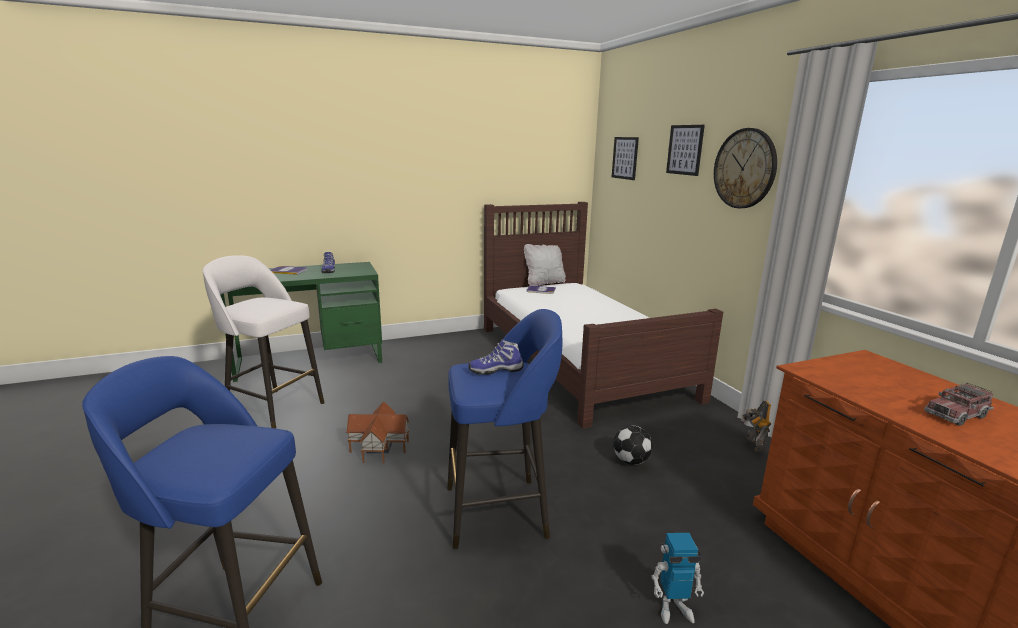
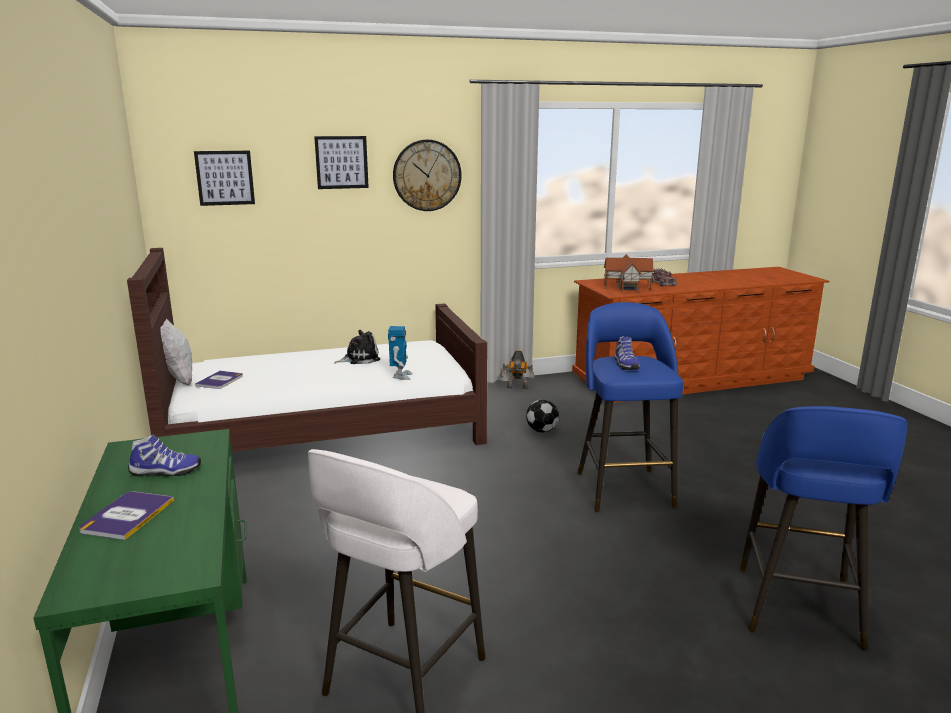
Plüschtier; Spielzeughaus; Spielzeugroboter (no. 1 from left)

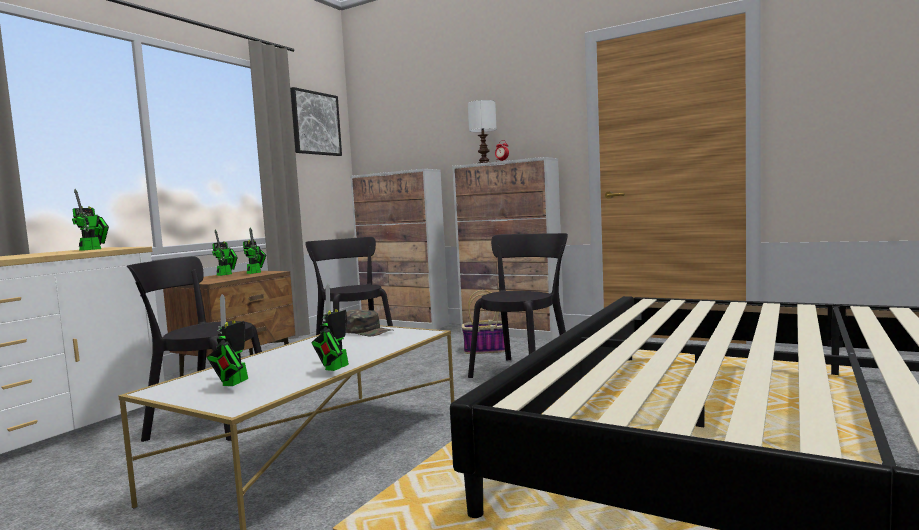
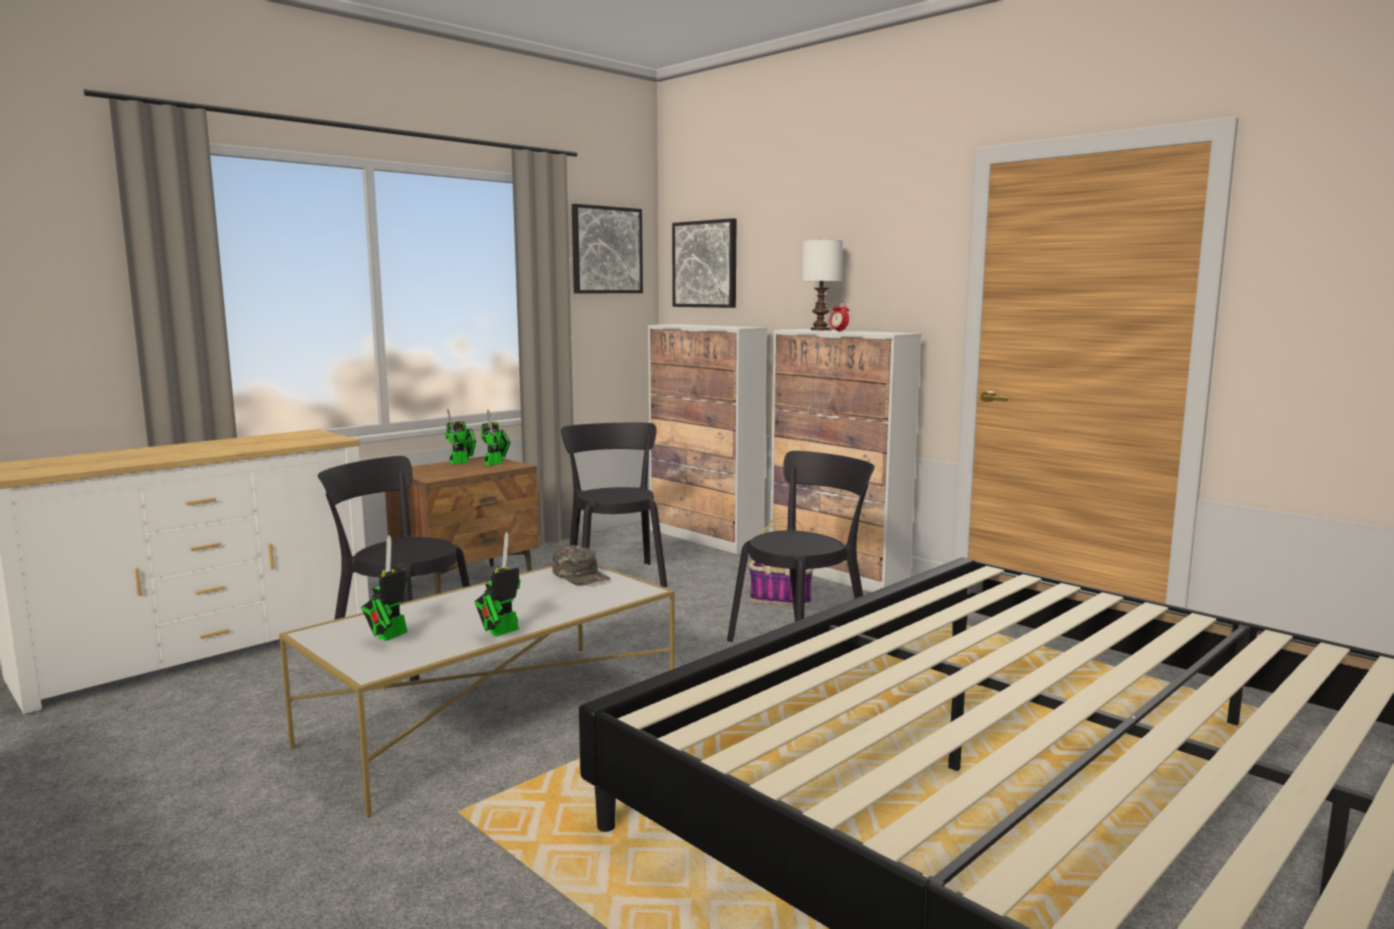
Spielzeugroboter (no. 1 from left in the first image); Bild (no. 2 from left)

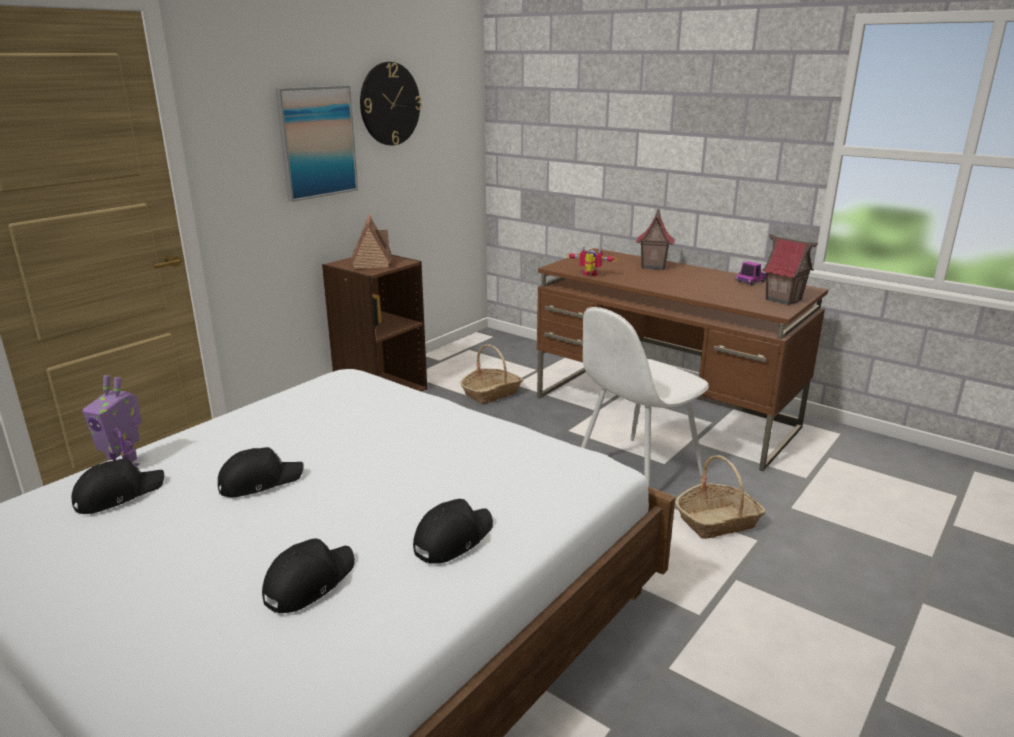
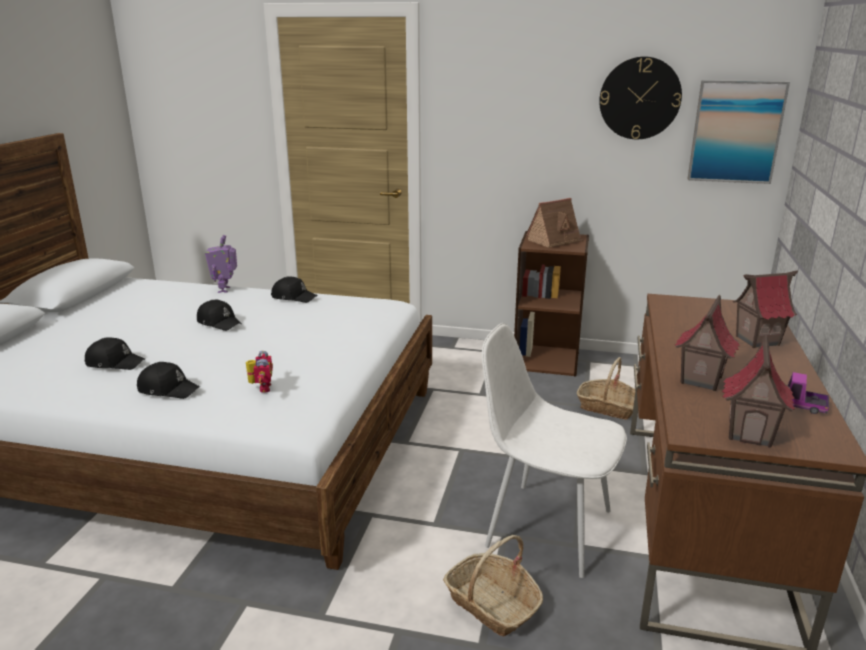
Spielzeughaus (no. 2 from left); Kappe (schwarz) (no. 4 from left); Bild; Spielzeugroboter (no. 2 from left)

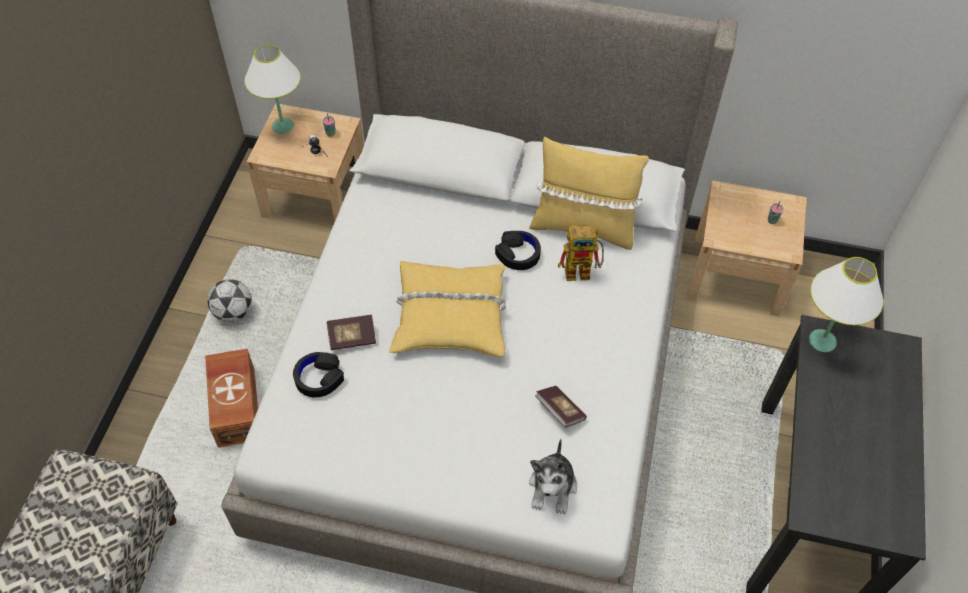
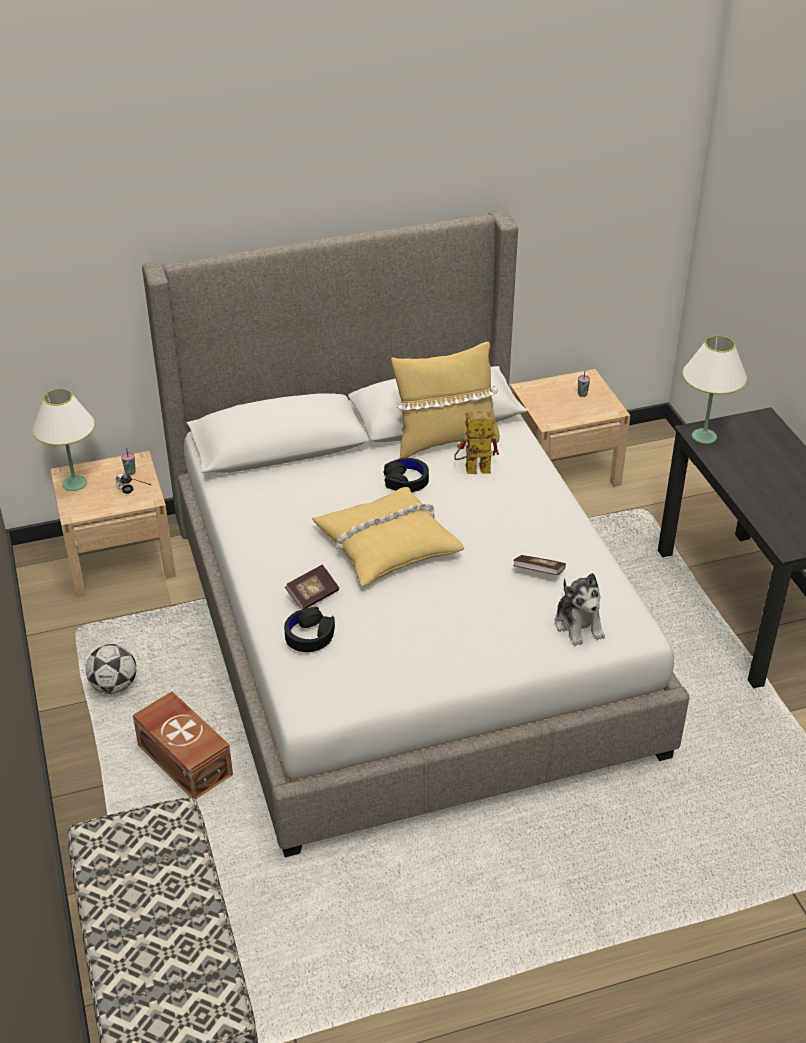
Spielzeugroboter

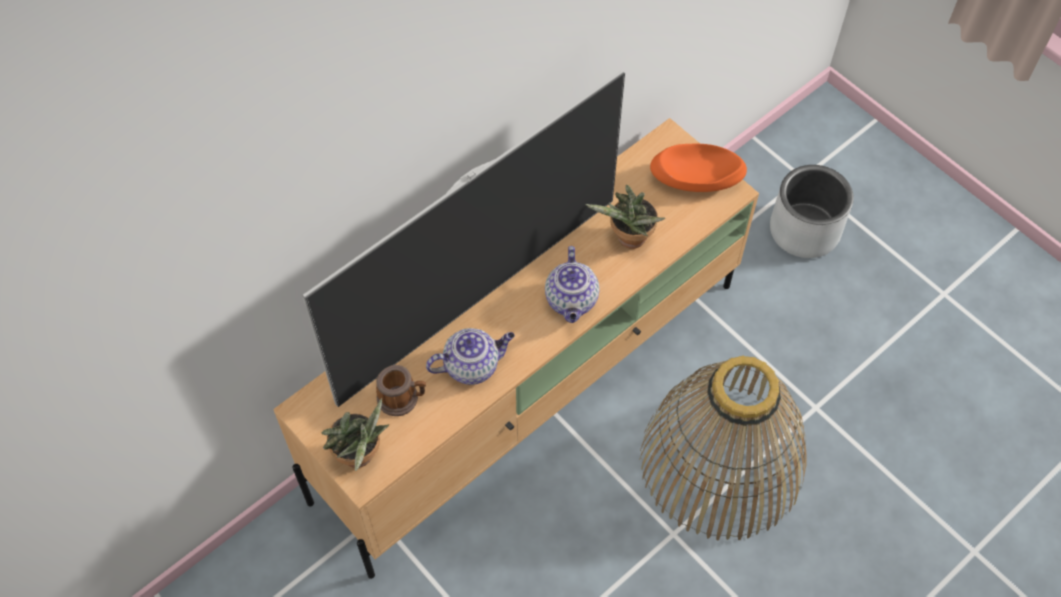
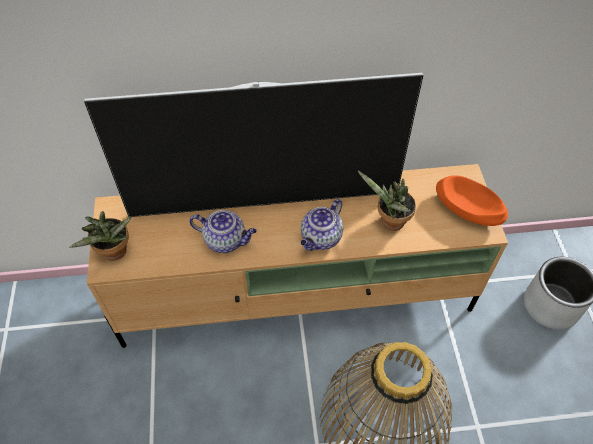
Henkelbecher

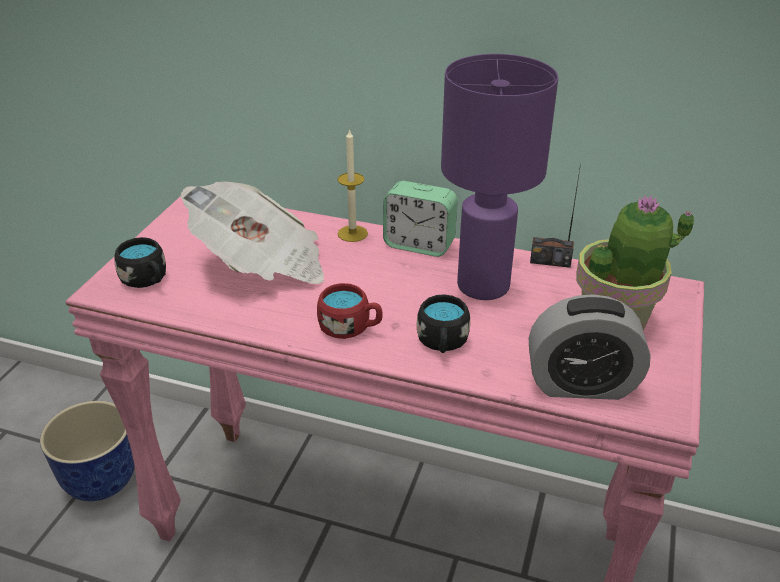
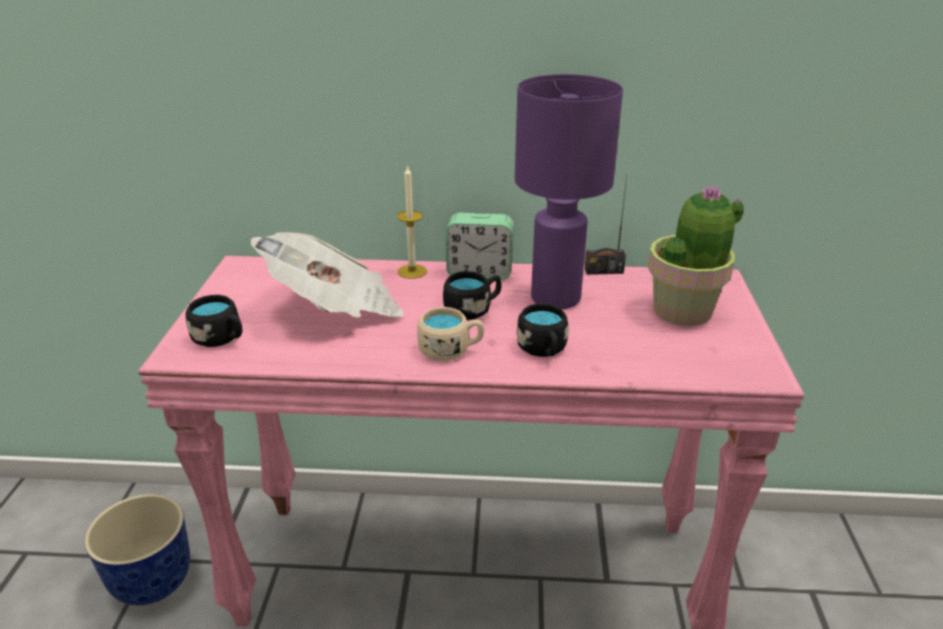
Wecker (no. 2 from left in the first image); Henkelbecher (schwarz) (no. 2 from left); Henkelbecher (beige)

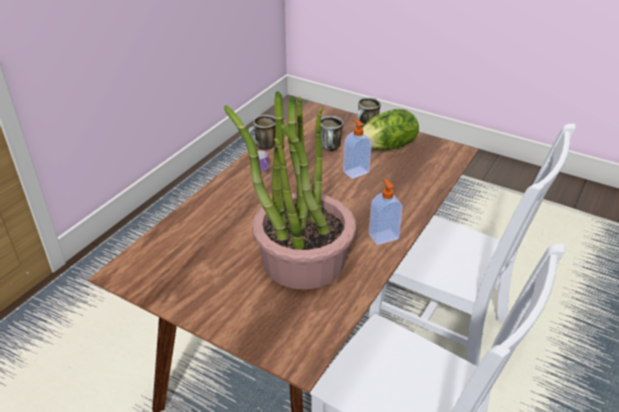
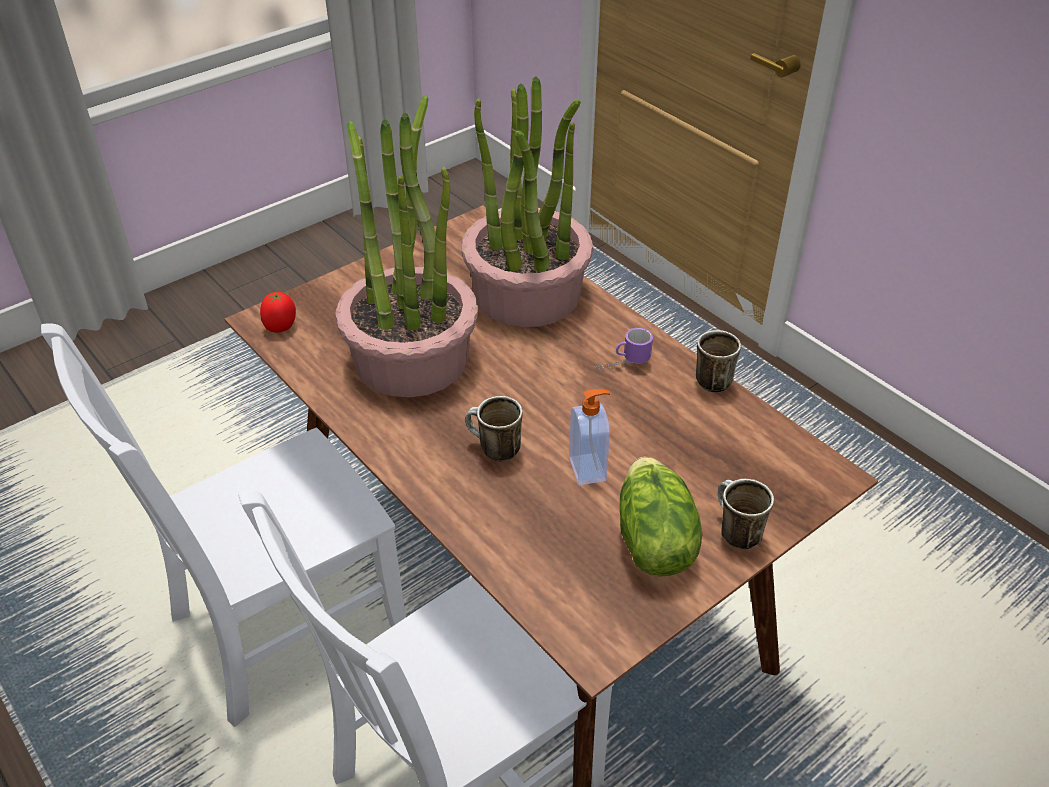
Seifenspender (no. 2 from left in the first image); Tomate; Topfpflanze (no. 2 from left); Henkelbecher (no. 1 from left)

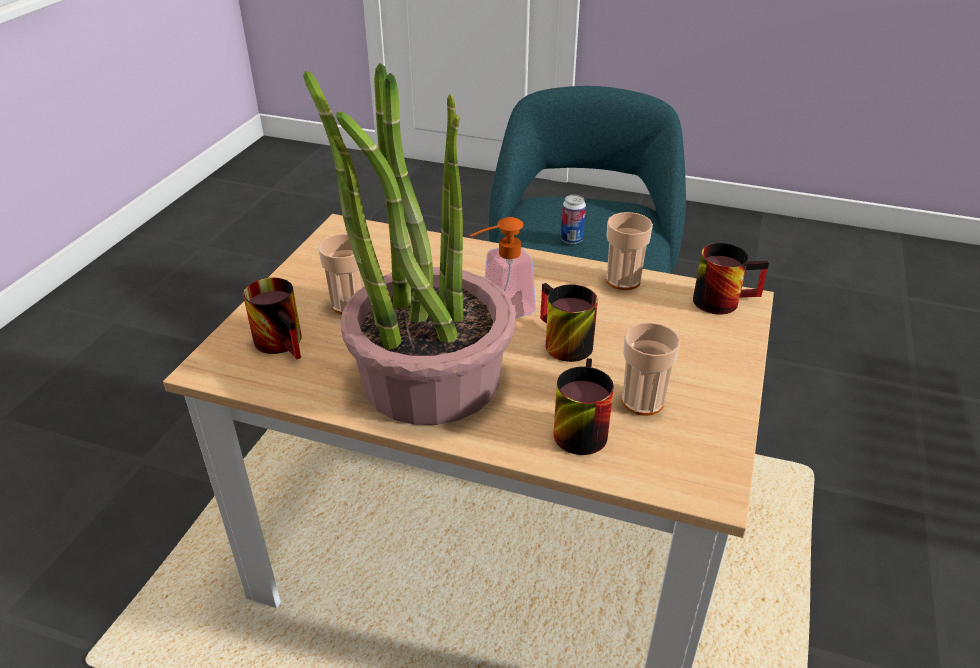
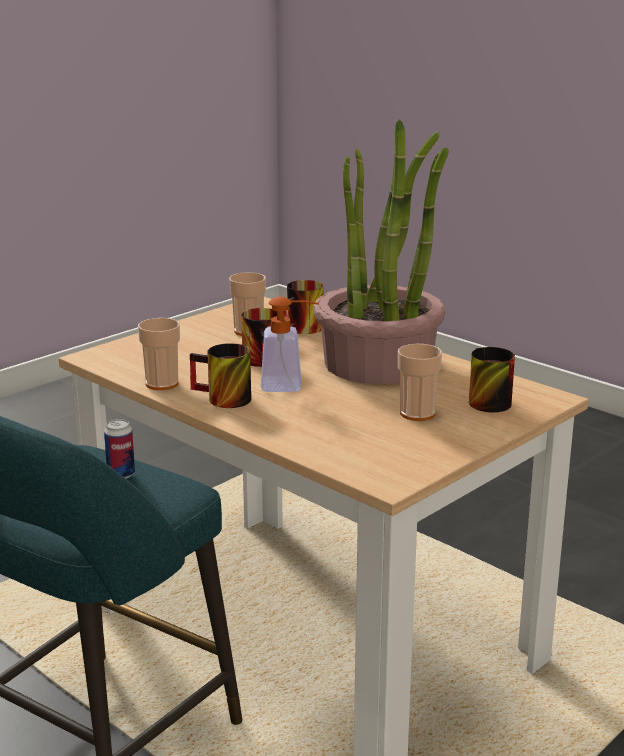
Henkelbecher (no. 1 from left)

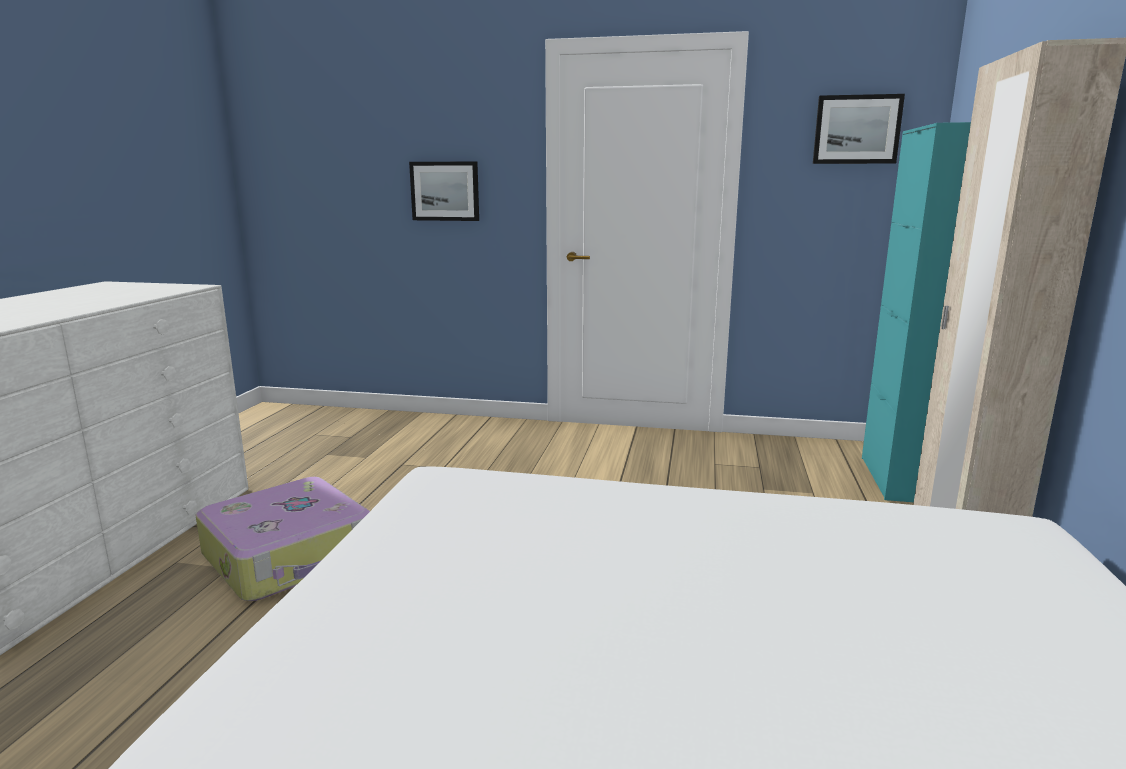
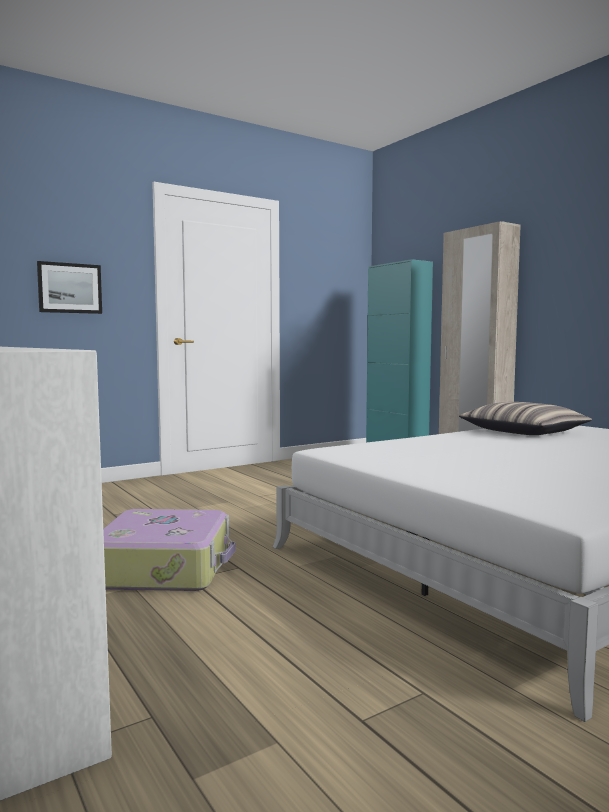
Bild (no. 2 from left in the first image); Kissen

